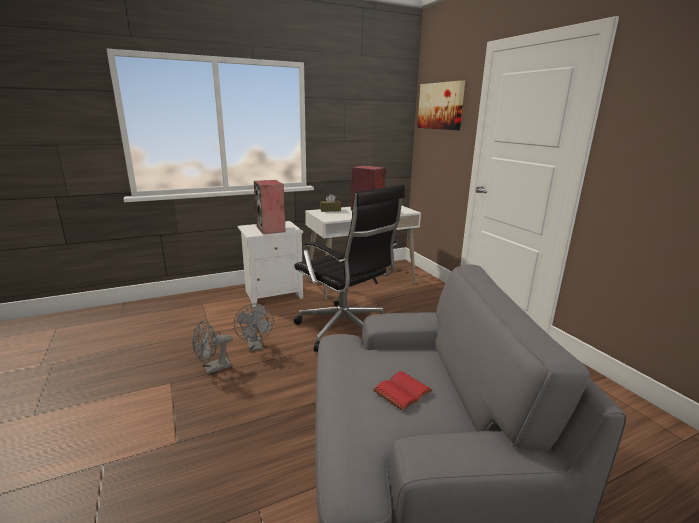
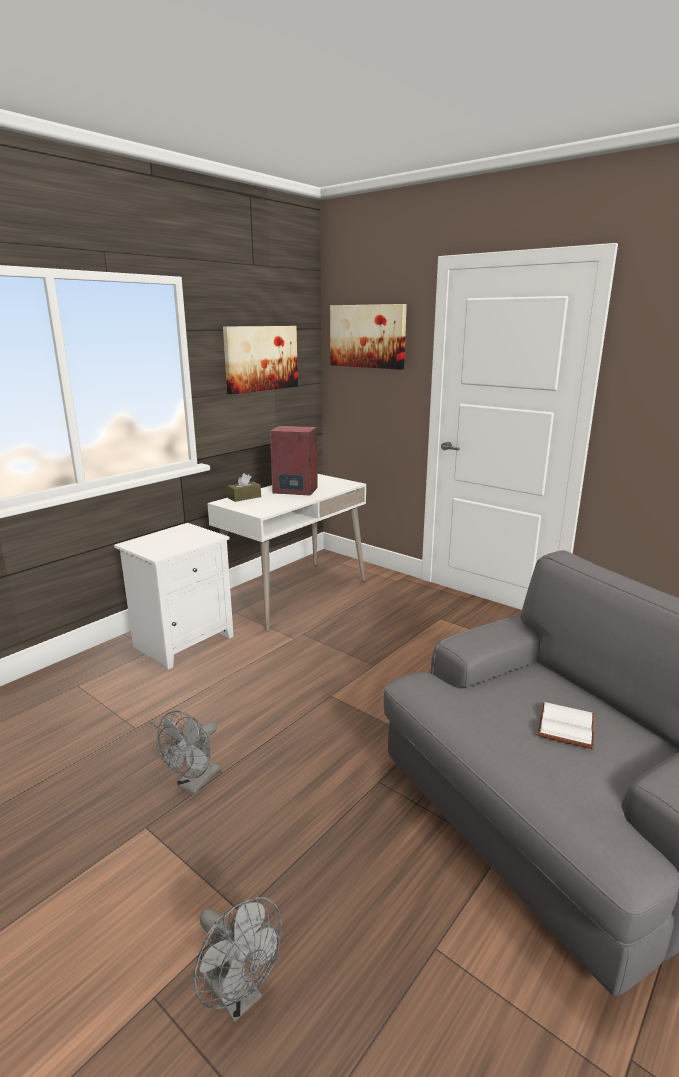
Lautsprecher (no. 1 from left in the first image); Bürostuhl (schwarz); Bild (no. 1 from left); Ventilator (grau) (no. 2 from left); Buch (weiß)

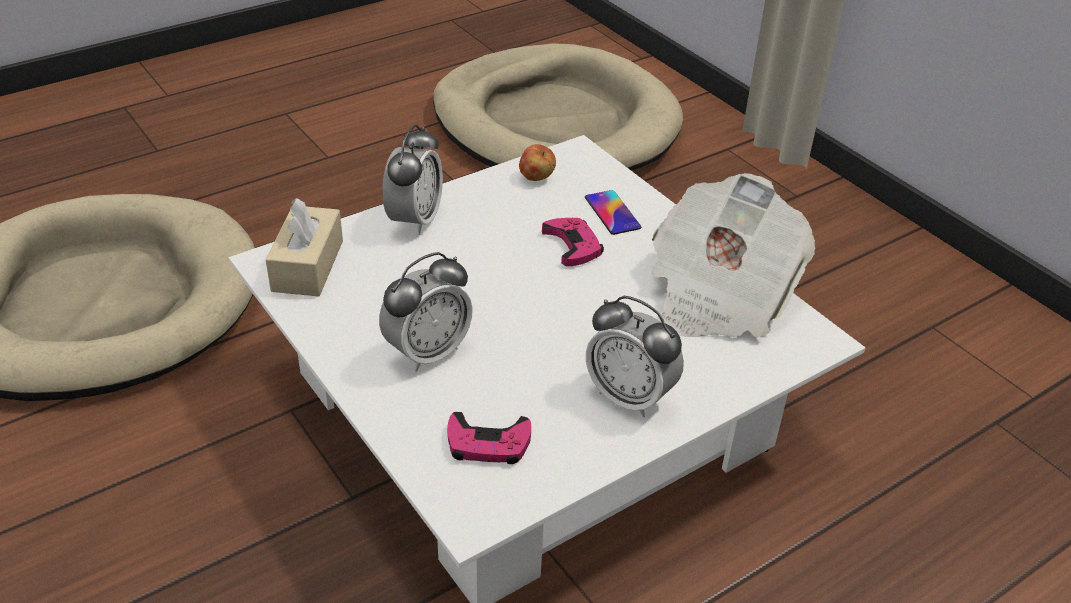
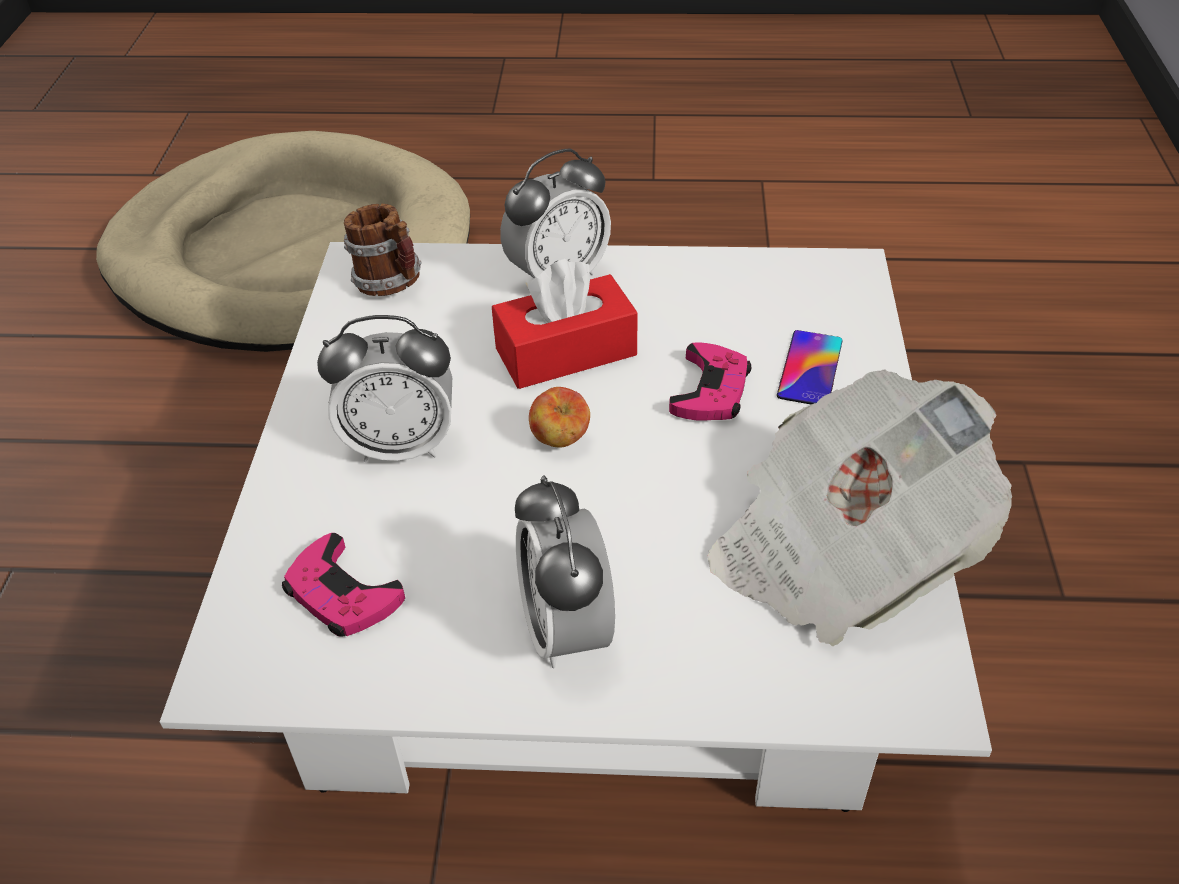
Hundebett (beige) (no. 2 from left in the first image); Taschentuchbox (rot); Apfel; Henkelbecher

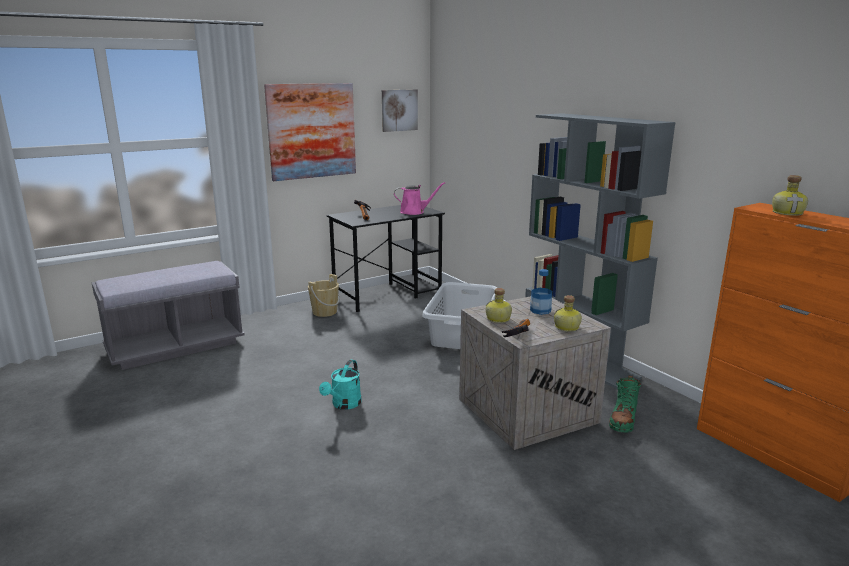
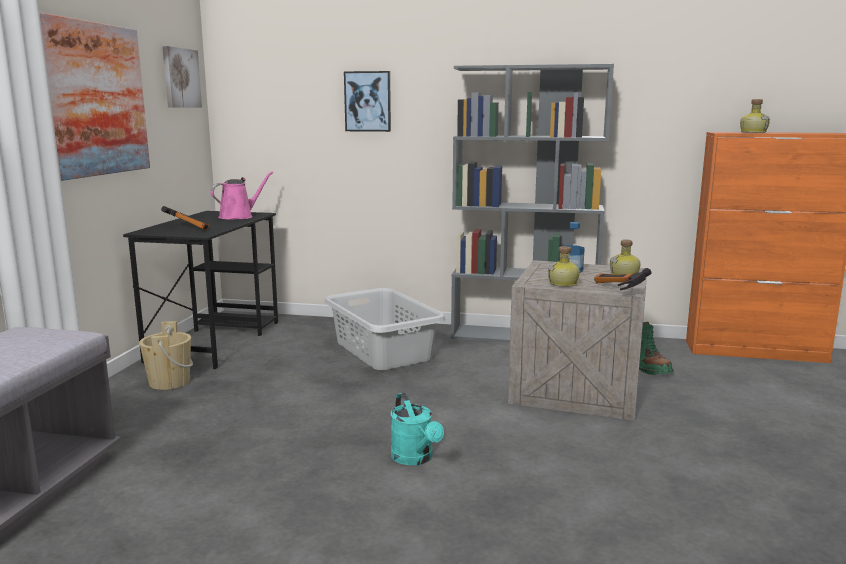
Bild (no. 3 from left)

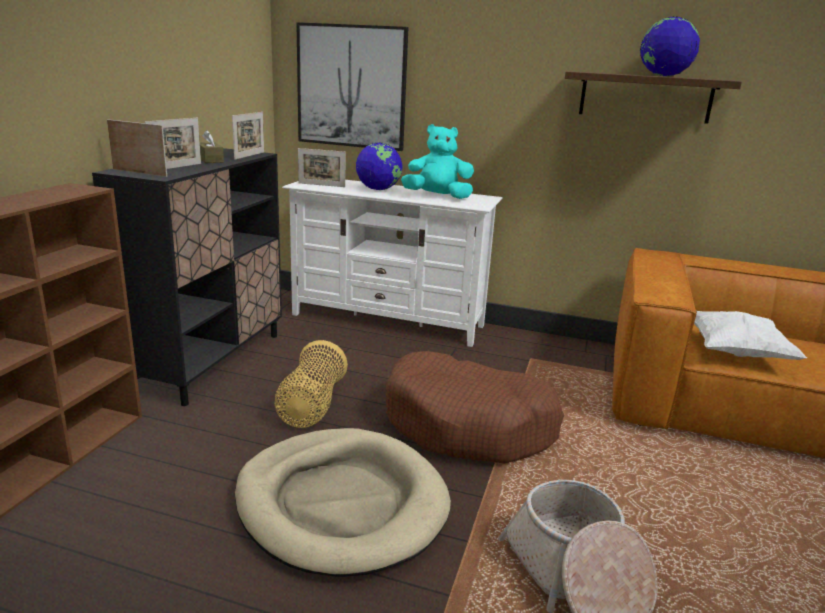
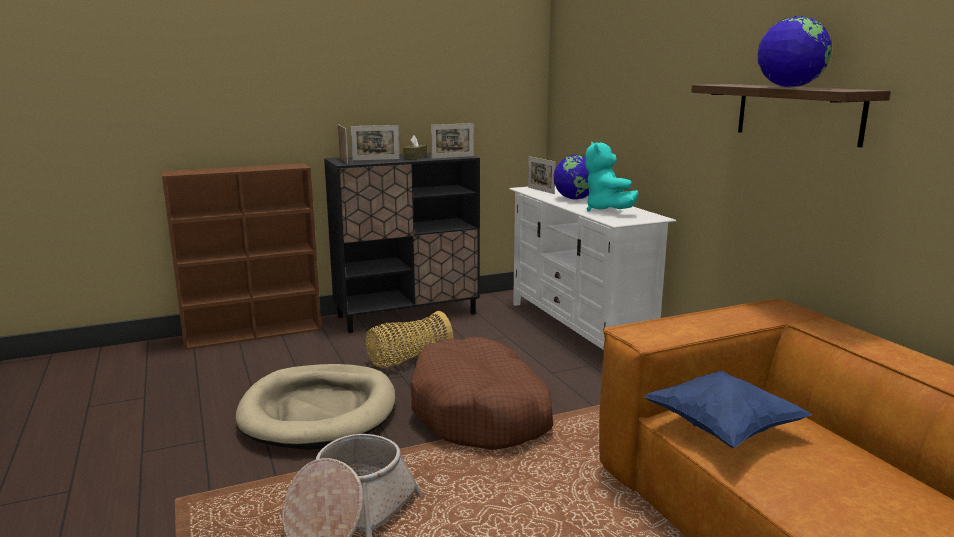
Bild; Kissen (blau); Plüschtier (türkis)

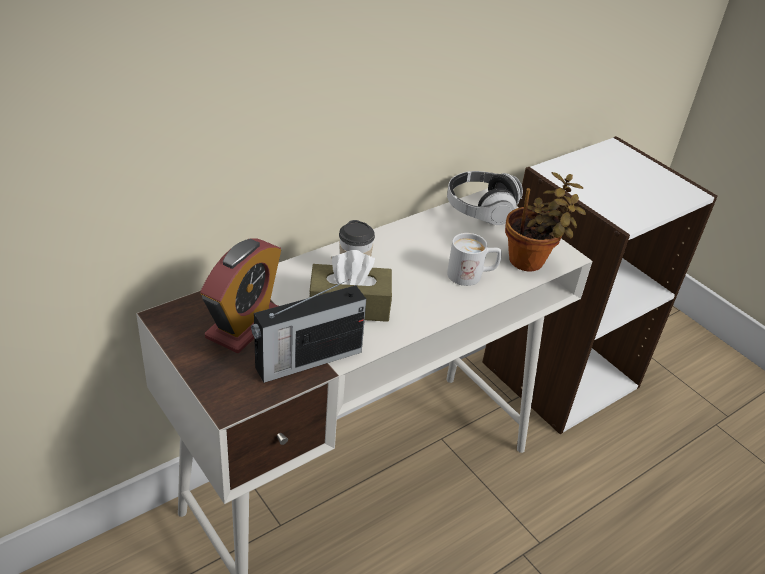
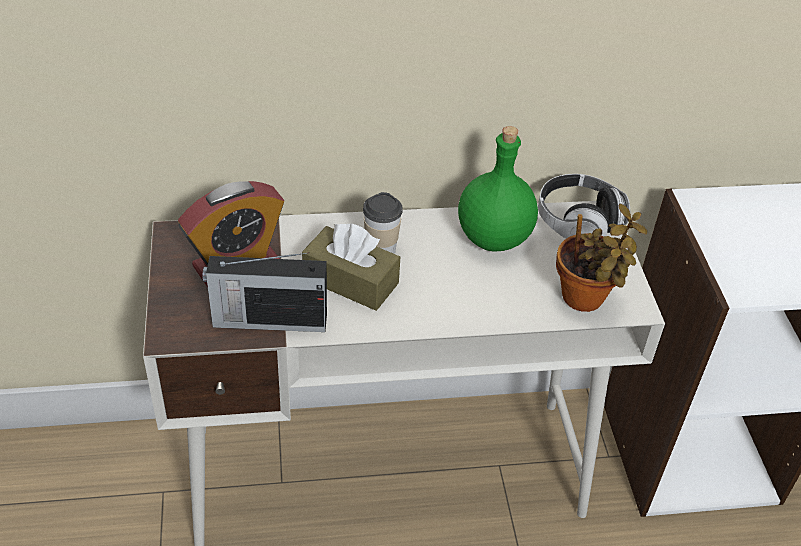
Henkelbecher (weiß); Flasche (grün)

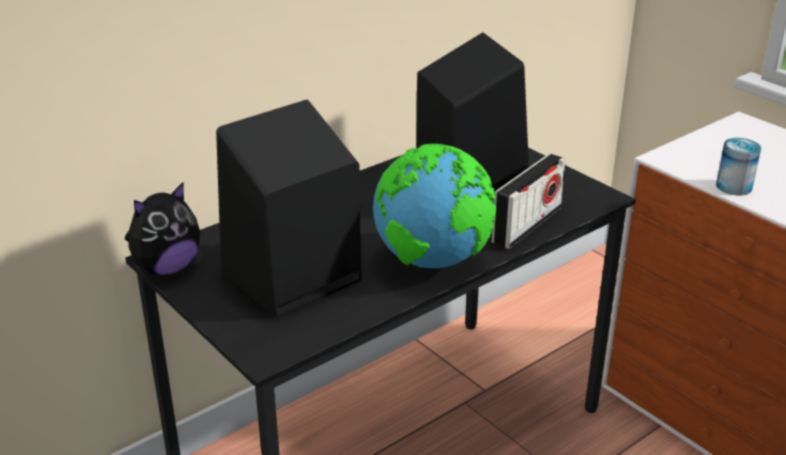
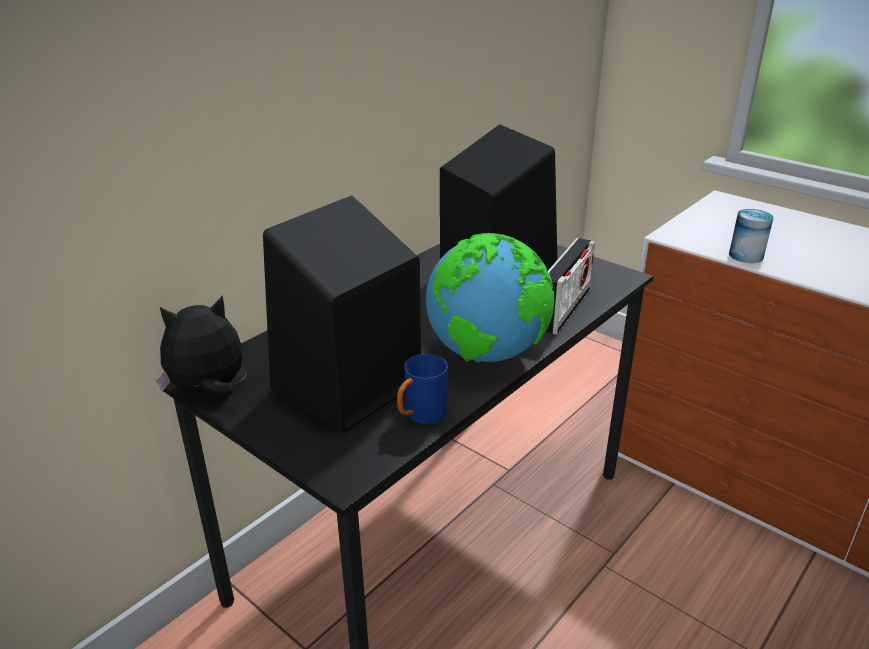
Henkelbecher (blau); Plüschtier

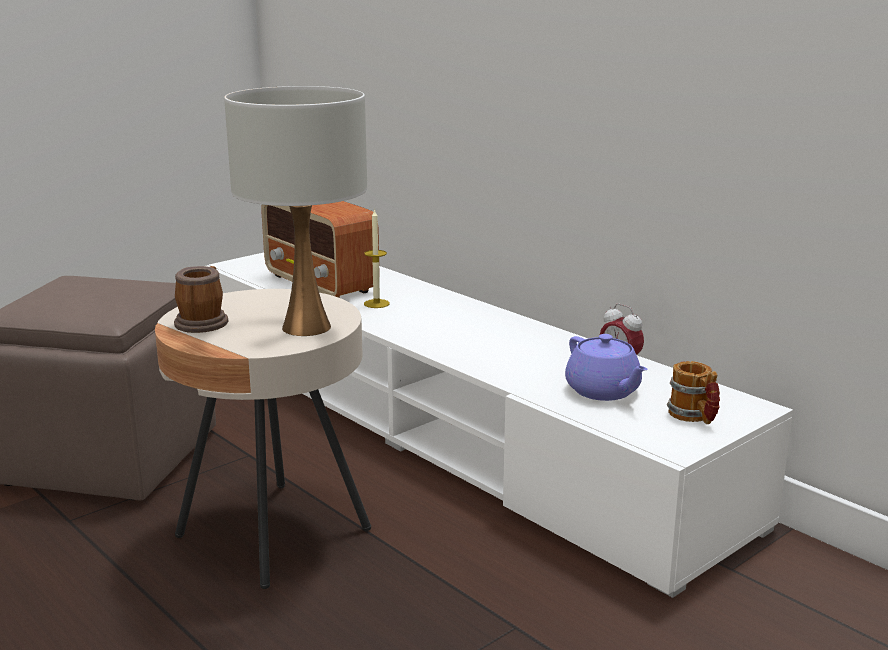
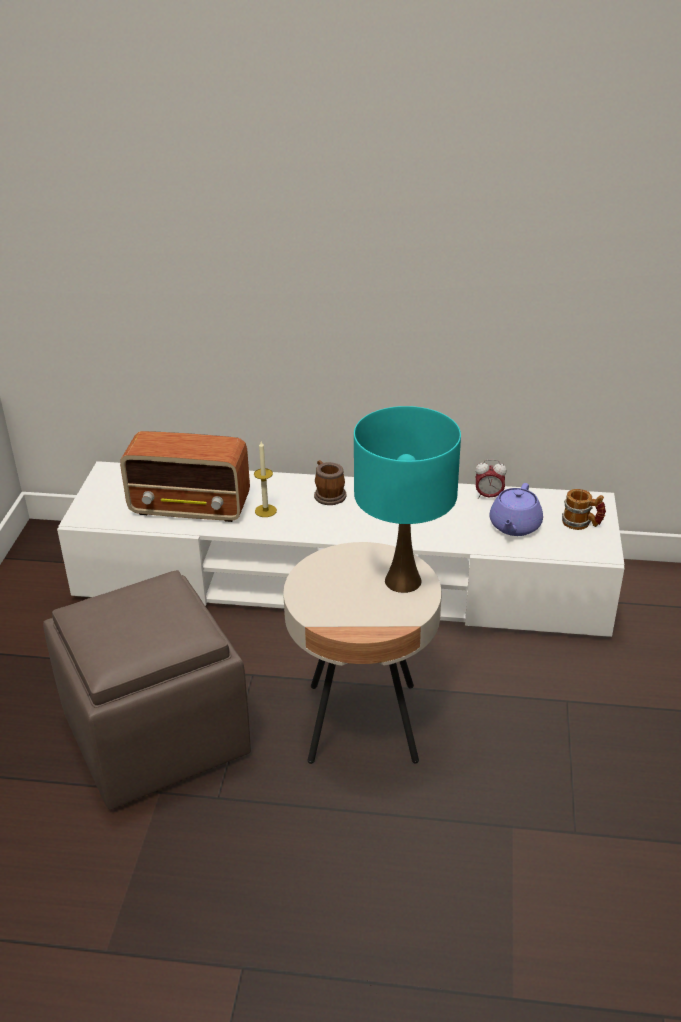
Henkelbecher (no. 1 from left); Tischlampe (türkis); Teekanne (lila)

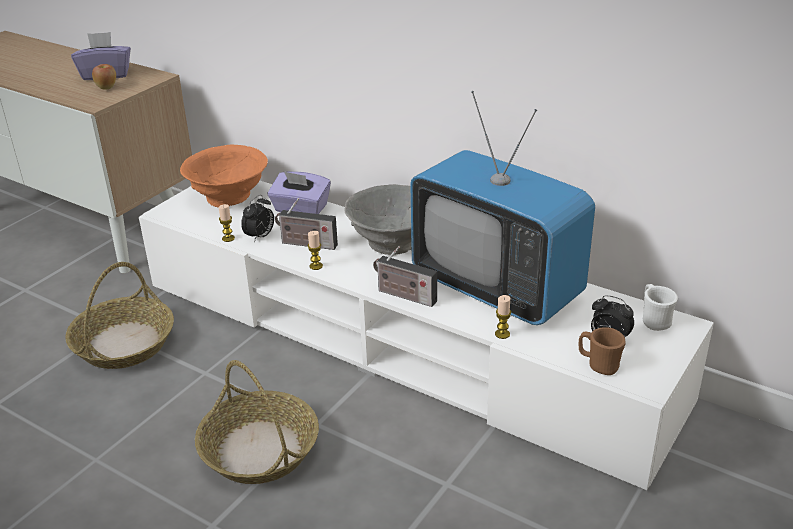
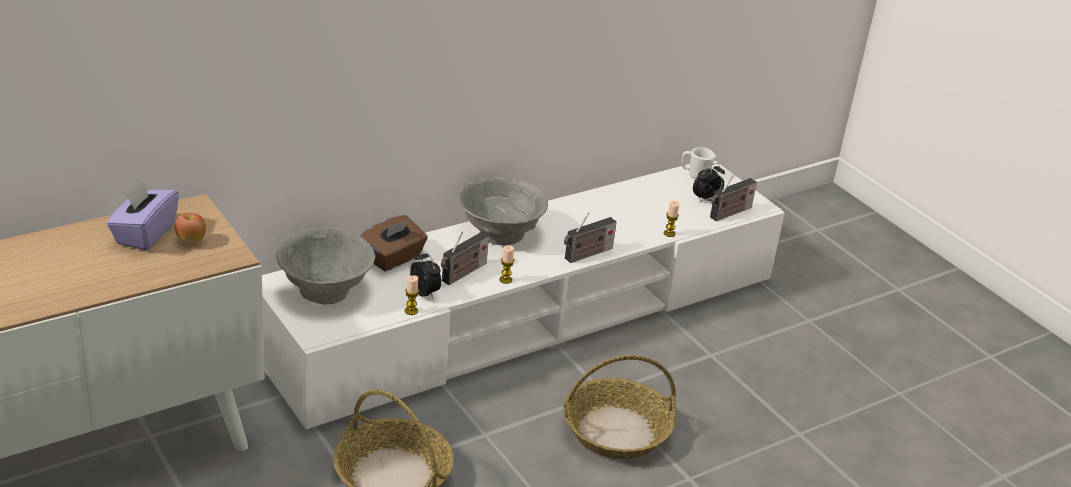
Fernseher; Radio (no. 3 from left); Schüssel (grau) (no. 1 from left); Taschentuchbox (braun)

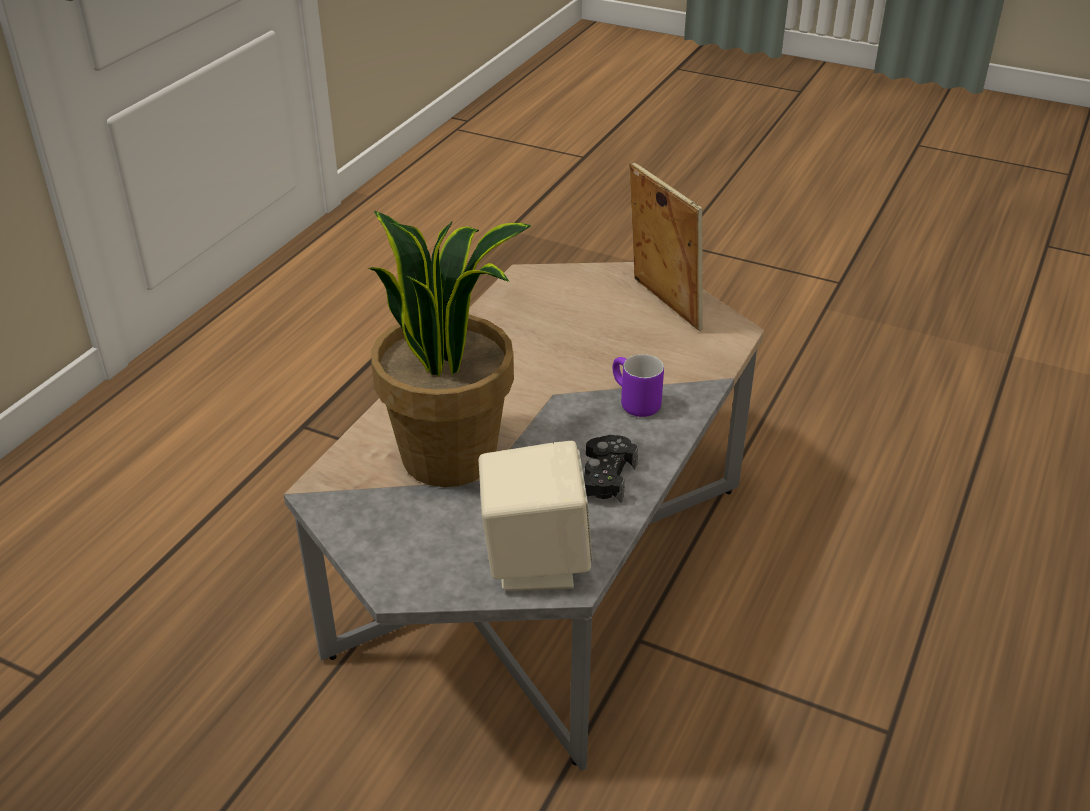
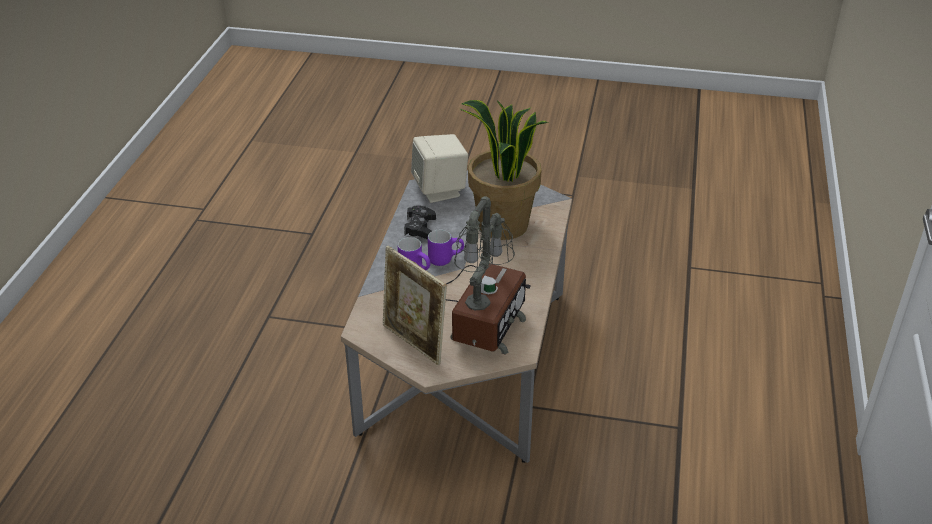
Henkelbecher (lila) (no. 2 from left); Tischlampe

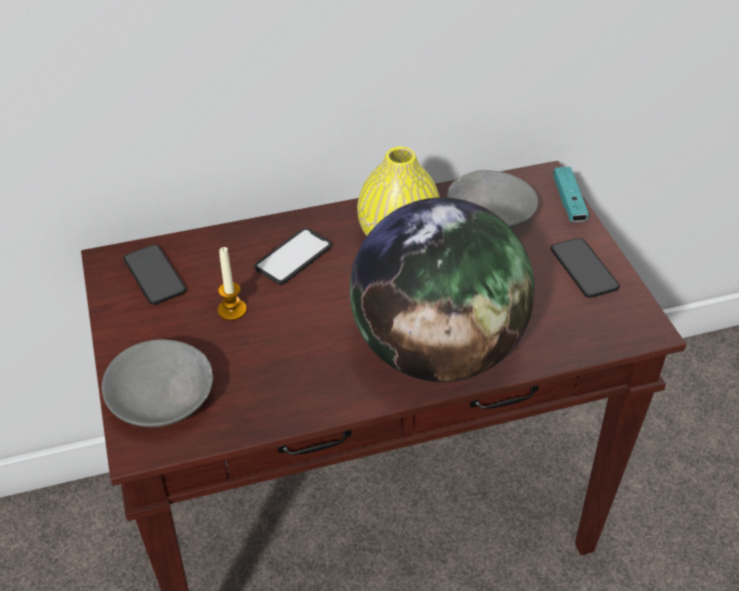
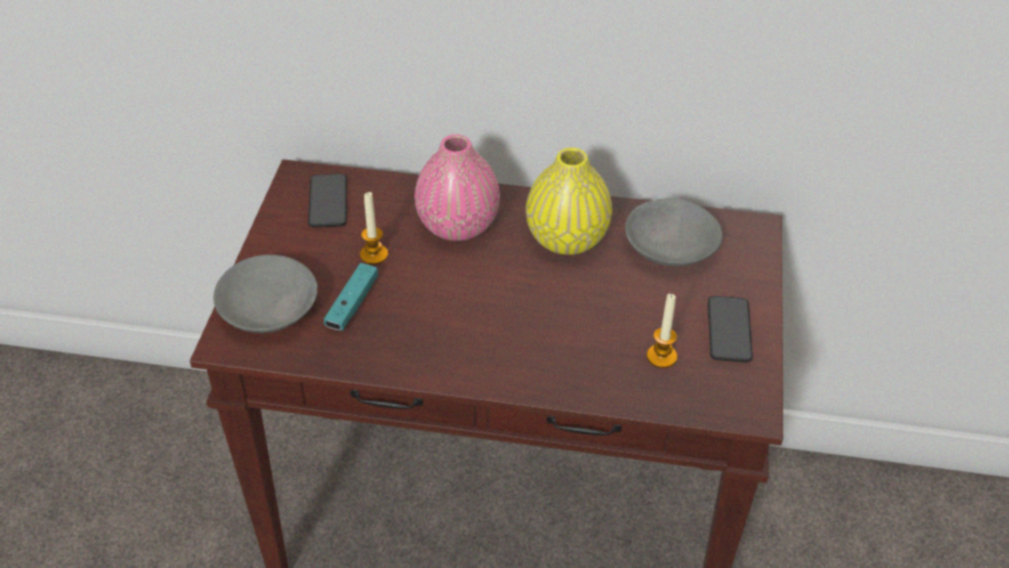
Globus; Kerze (no. 2 from left); Gamepad (türkis); Vase (rosa)

